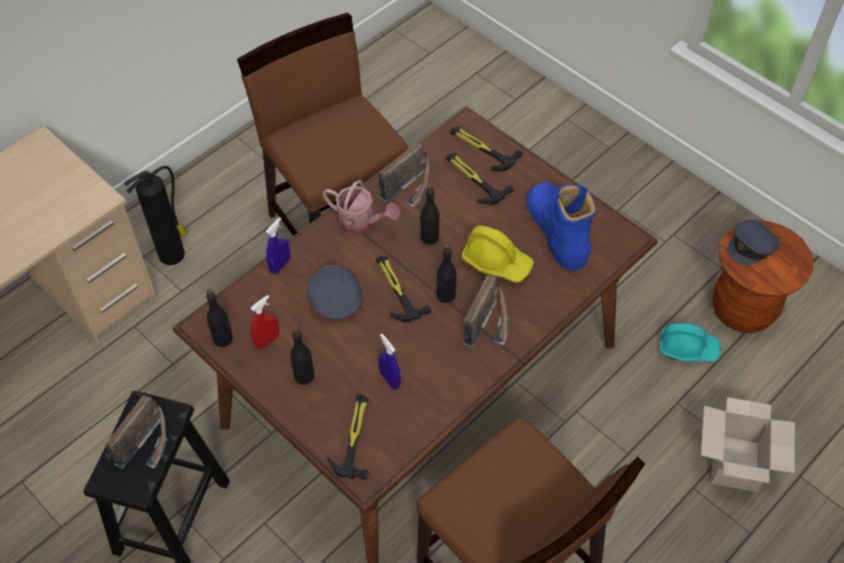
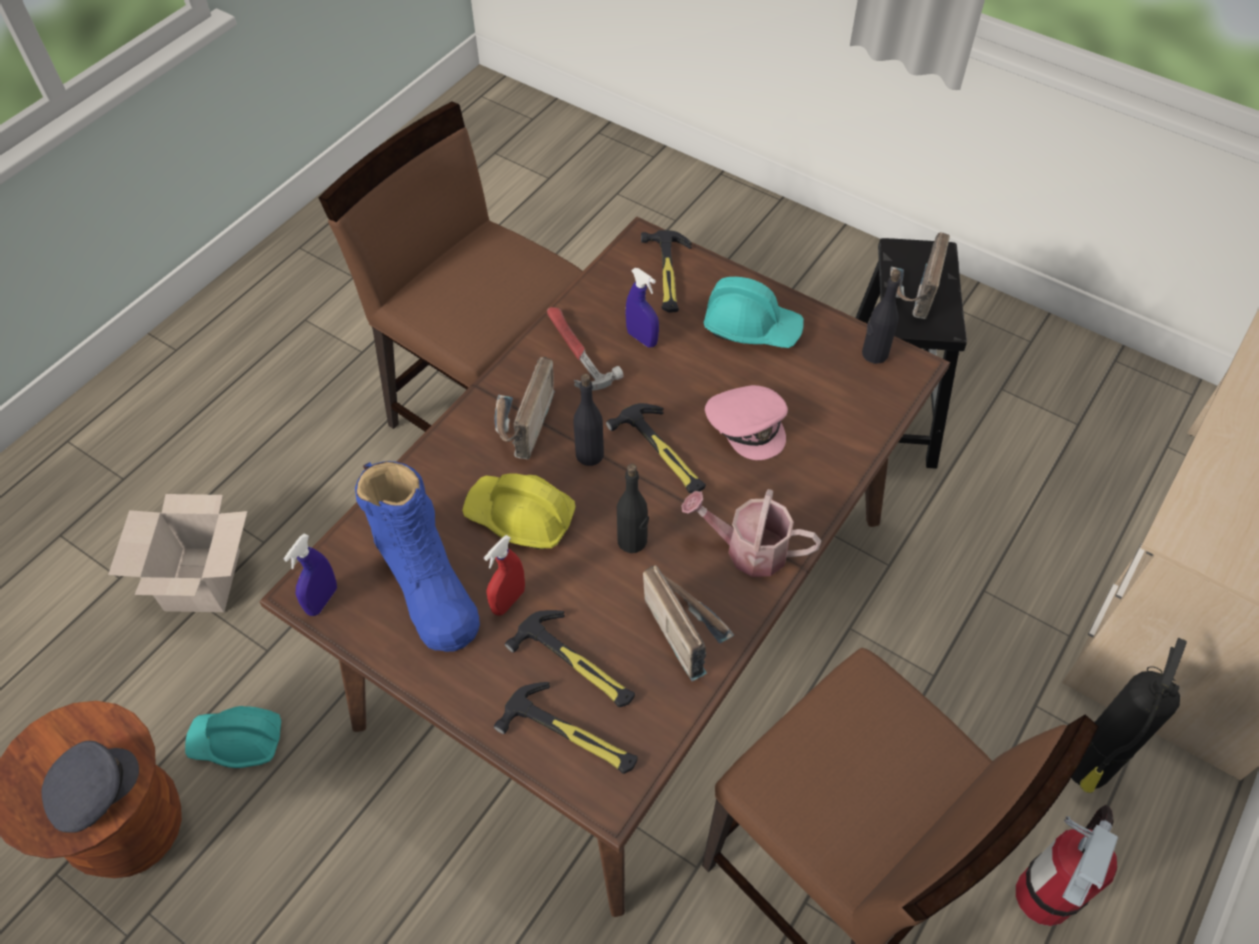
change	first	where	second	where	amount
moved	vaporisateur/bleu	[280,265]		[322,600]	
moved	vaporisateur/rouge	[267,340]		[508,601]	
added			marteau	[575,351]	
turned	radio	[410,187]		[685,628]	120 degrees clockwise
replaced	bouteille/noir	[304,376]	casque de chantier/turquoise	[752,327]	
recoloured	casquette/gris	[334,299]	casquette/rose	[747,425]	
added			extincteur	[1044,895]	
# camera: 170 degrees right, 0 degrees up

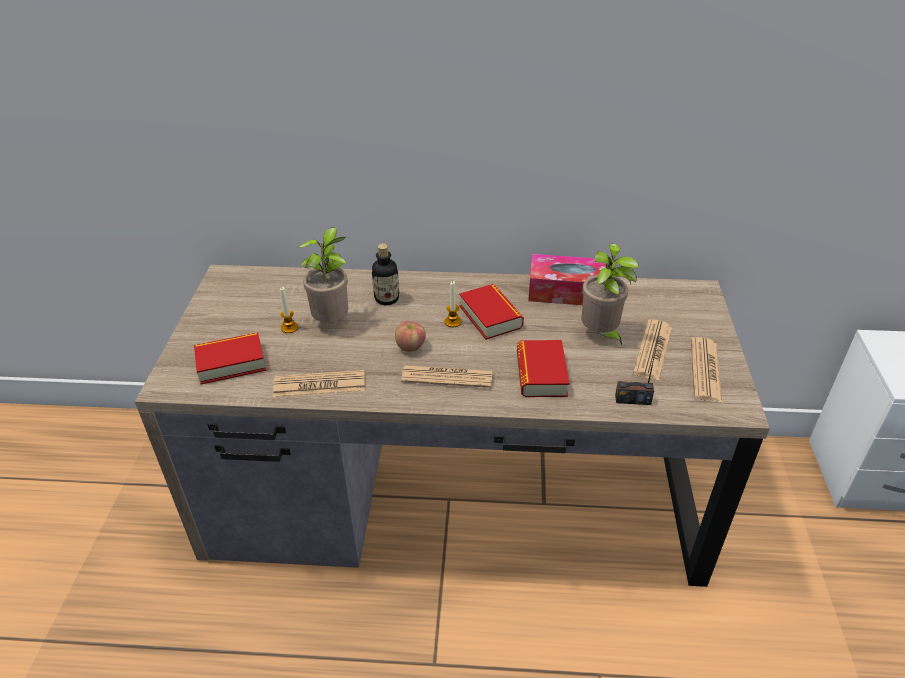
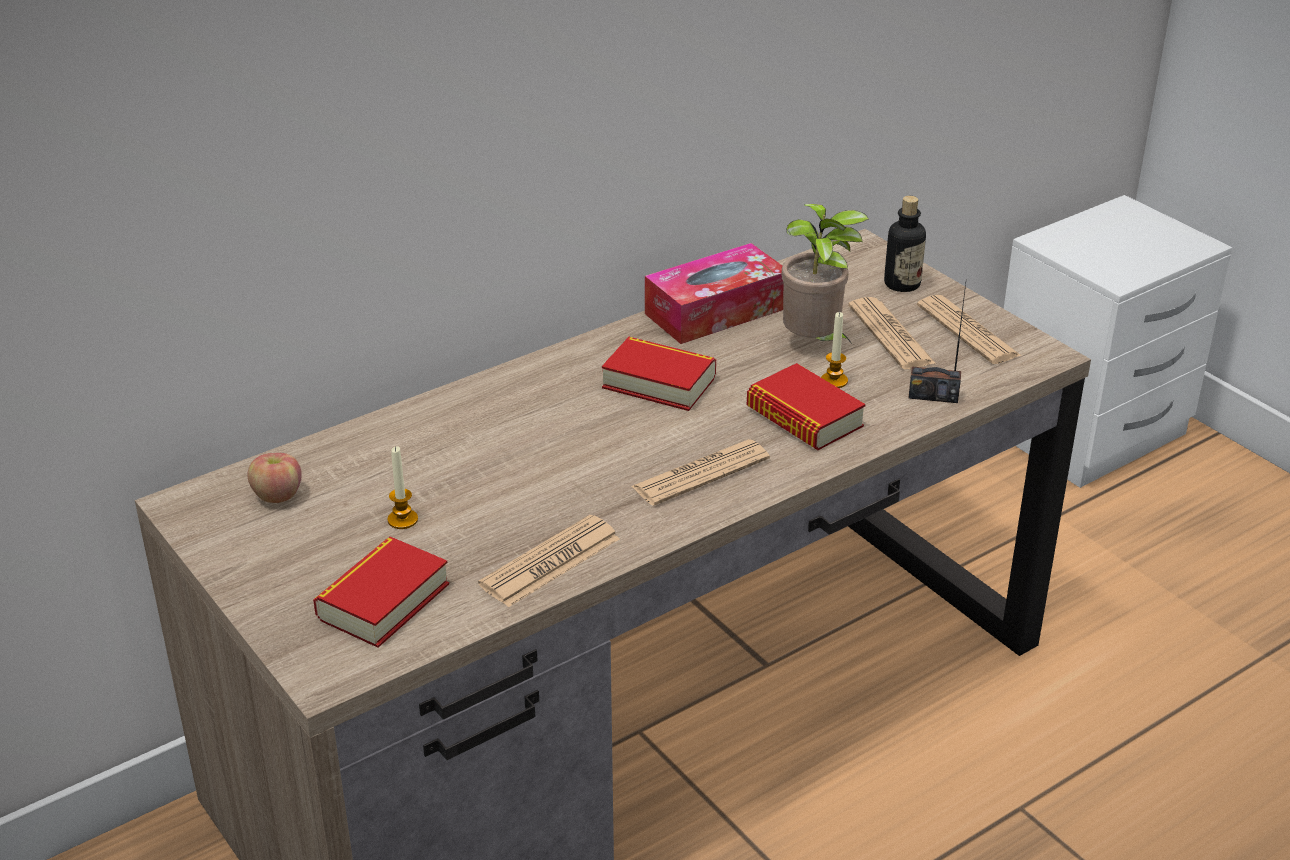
change	first	where	second	where	amount
moved	pomme	[410,346]		[277,496]	
moved	bougie	[453,322]		[834,381]	
moved	bouteille	[387,299]		[902,284]	
turned	radio	[632,399]		[933,396]	45 degrees clockwise
removed	plante en pot	[333,322]			
# camera: 40 degrees left, 5 degrees down

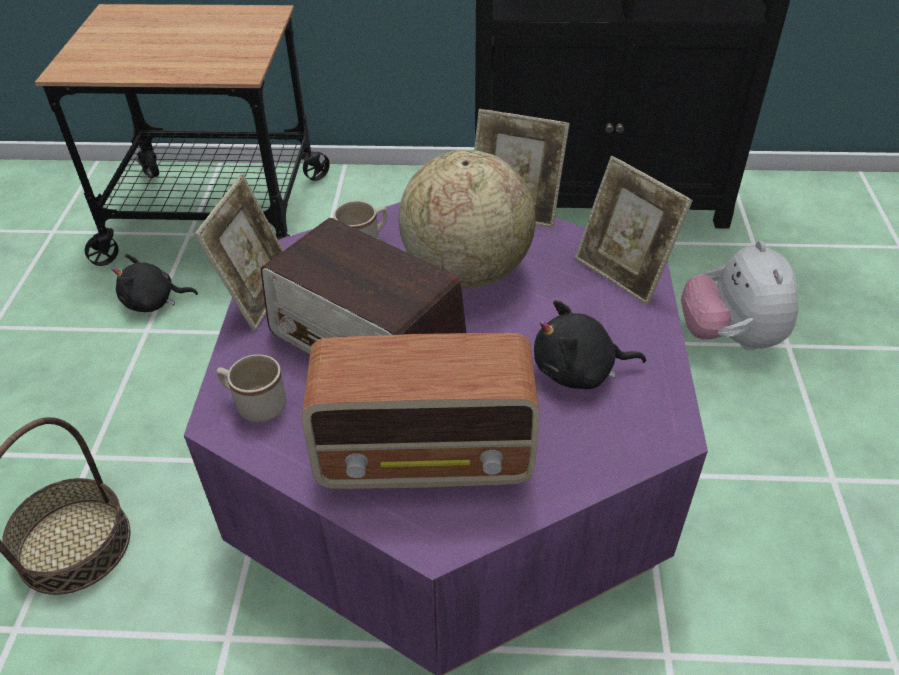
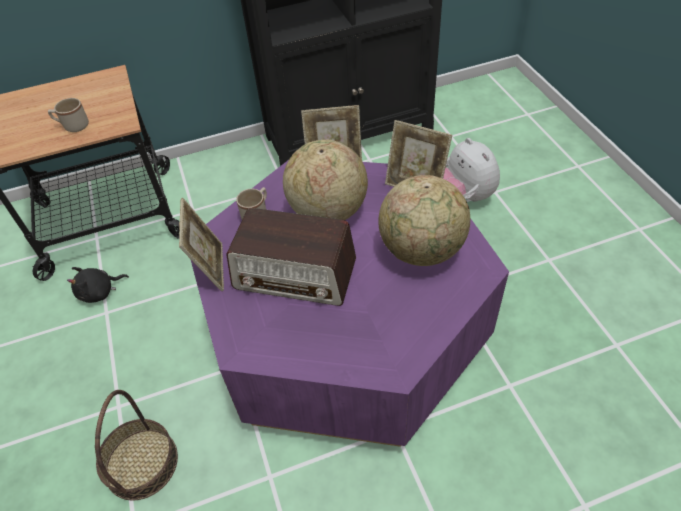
change	first	where	second	where	amount
moved	mug/beige	[255,404]		[73,126]	
replaced	peluche/noir	[579,371]	globe	[422,250]	
removed	radio	[427,458]			
# camera: 20 degrees left, 5 degrees up

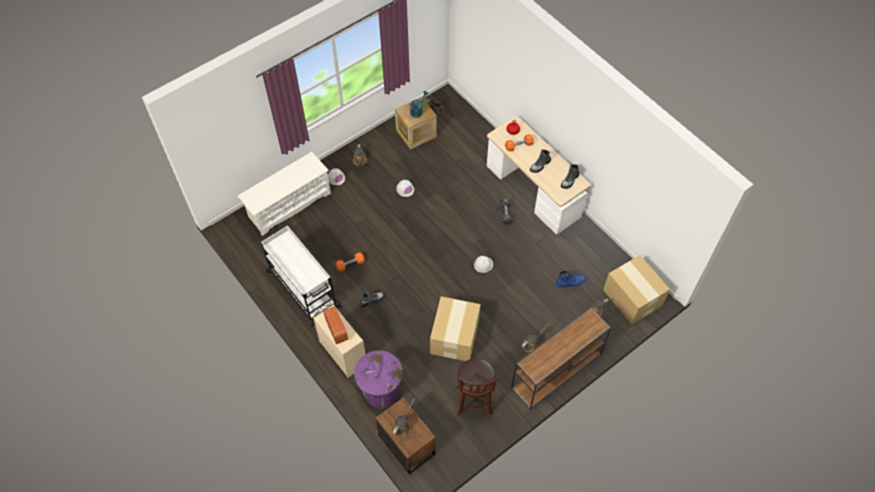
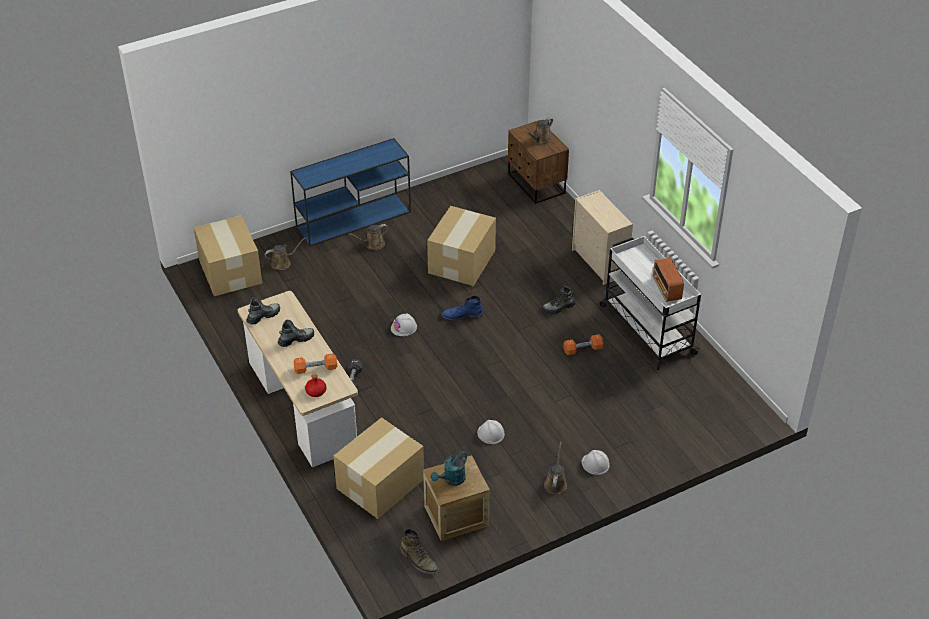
change	first	where	second	where	amount
recoloured	table console/marron	[556,371]	table console/bleu	[354,219]	
added			carton	[379,484]	
moved	botte/bleu	[571,282]		[462,315]	
moved	radio	[336,329]		[666,290]	
removed	étagère à chaussures/blanc	[289,205]			
removed	poubelle/violet	[381,392]			
removed	tabouret/marron	[474,403]			
# camera: 170 degrees left, 15 degrees down

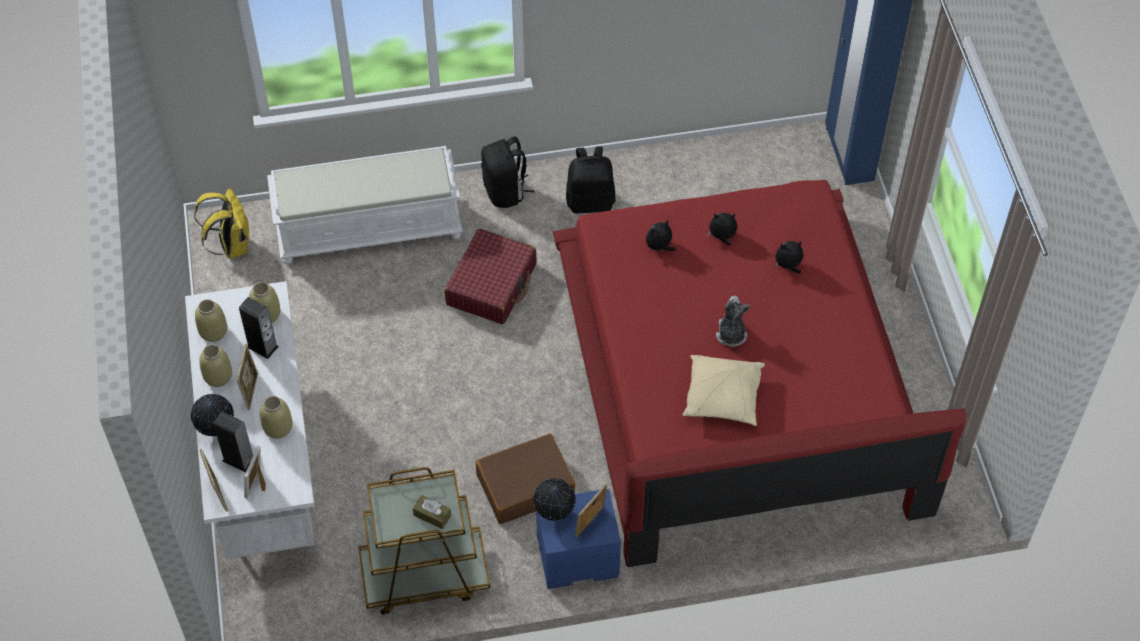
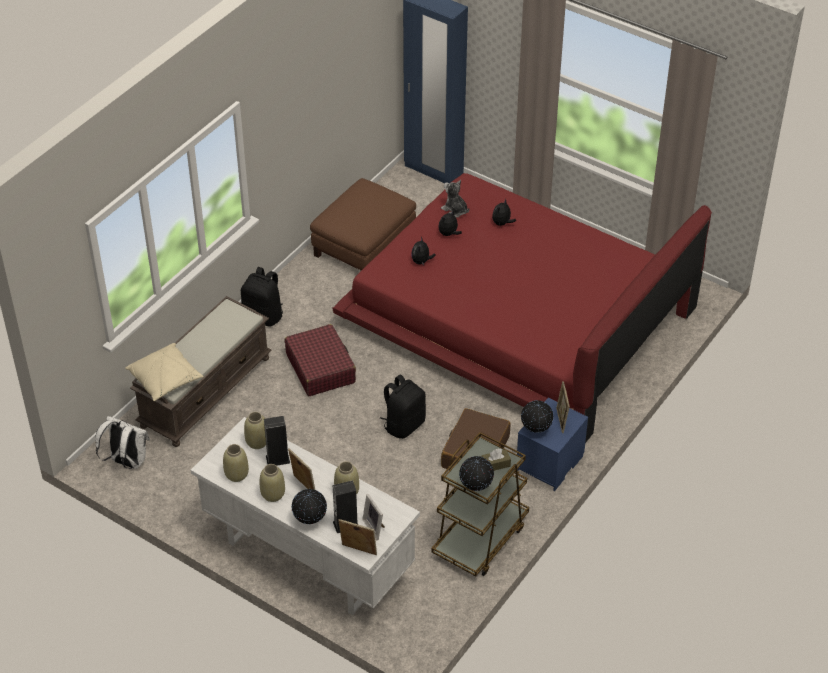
change	first	where	second	where	amount
recoloured	sac à dos/jaune	[231,245]	sac à dos/blanc	[126,462]	
moved	coussin/beige	[723,397]		[165,379]	
recoloured	banc/blanc	[370,228]	banc/marron	[205,391]	
added			pouf/marron	[364,245]	
moved	sac à dos/noir	[590,201]		[404,424]	
moved	peluche	[731,334]		[455,210]	
added			globe	[476,488]	
# camera: 45 degrees left, 10 degrees down

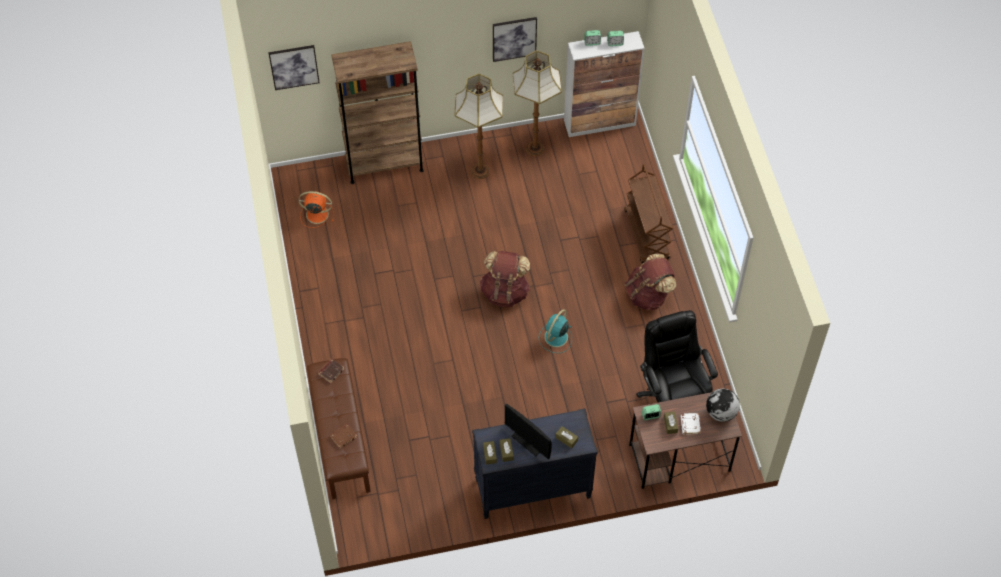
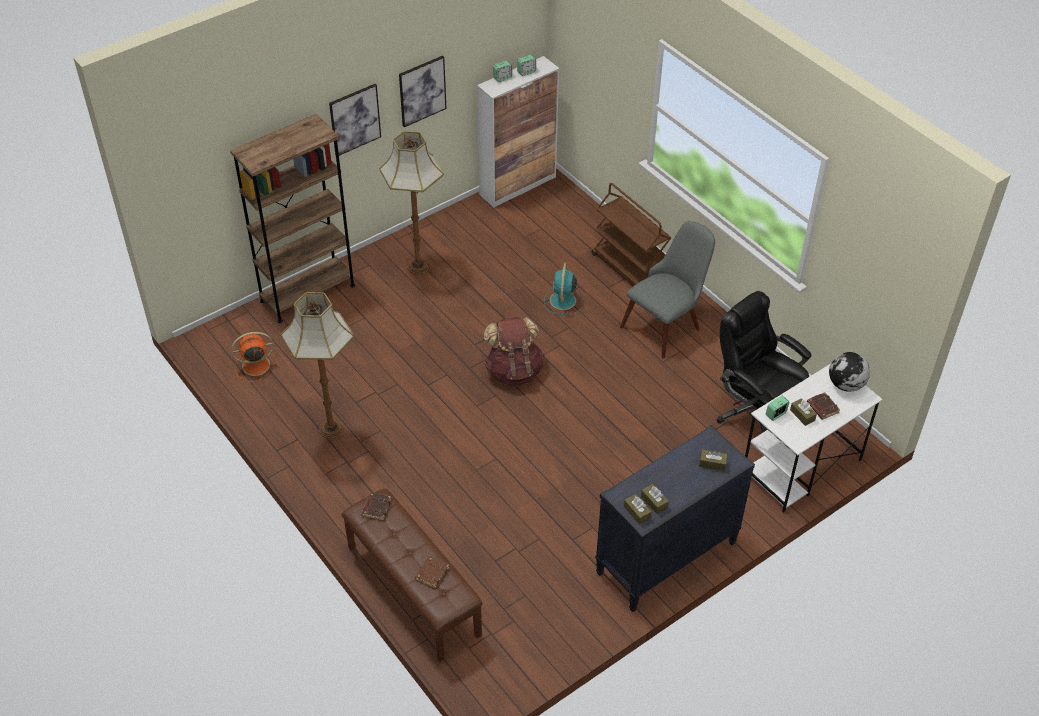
change	first	where	second	where	amount
moved	lampadaire	[535,149]		[332,429]	
moved	tableau	[294,66]		[355,119]	
moved	ventilateur/turquoise	[555,338]		[562,301]	
replaced	sac à dos/marron	[648,295]	chaise/gris	[667,323]	
recoloured	bureau/marron	[678,458]	bureau/blanc	[800,467]	
recoloured	livre/blanc	[689,424]	livre/marron	[822,408]	
removed	écran d'ordinateur	[528,441]			
# camera: 25 degrees left, 10 degrees down

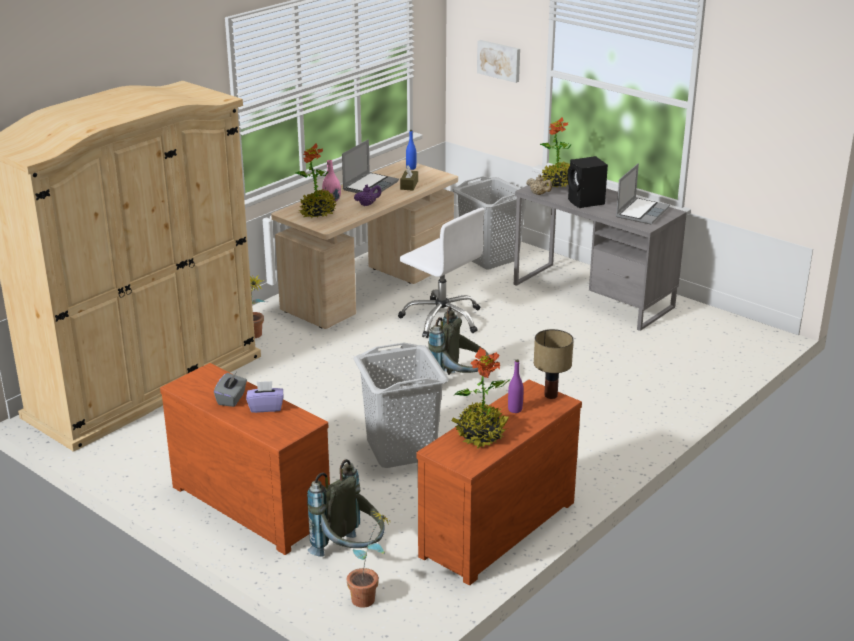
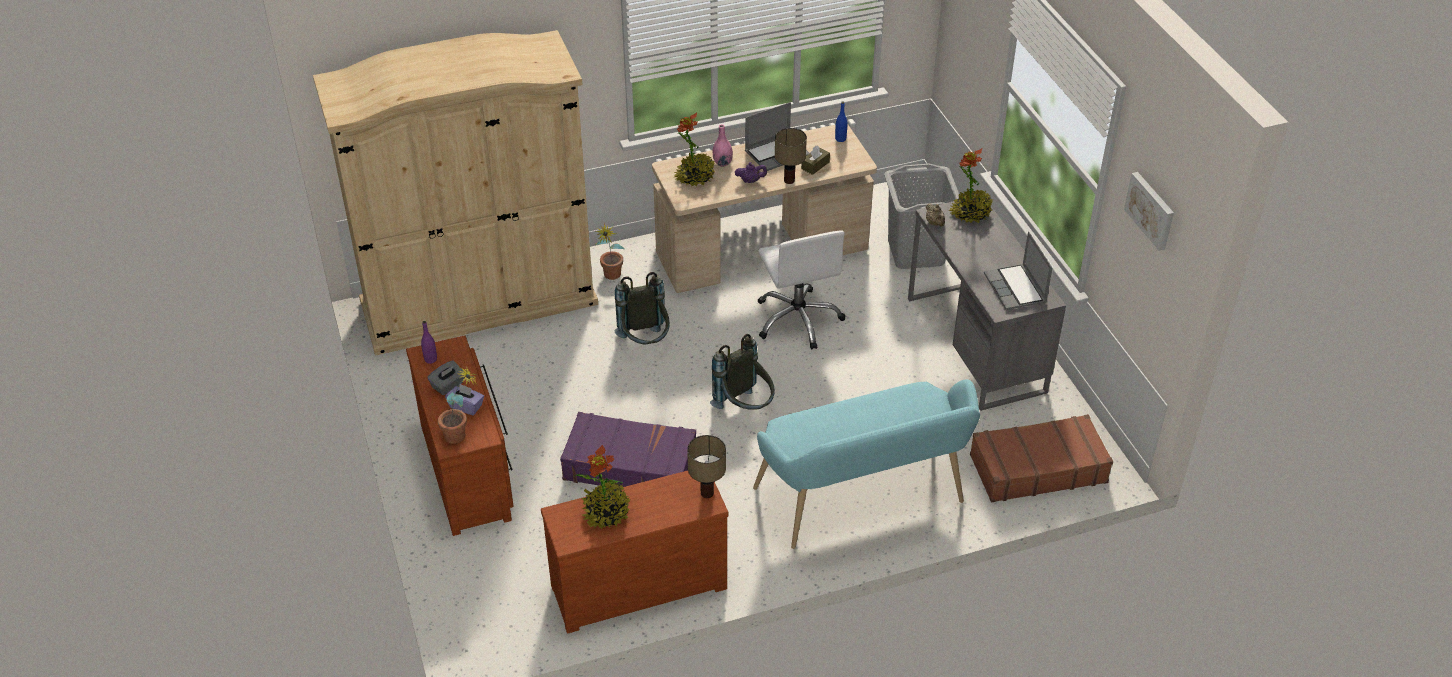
change	first	where	second	where	amount
moved	bouteille/violet	[515,409]		[430,359]	
moved	plante en pot	[369,596]		[462,435]	
replaced	panier à linge/gris	[401,450]	valise/violet	[630,465]	
moved	sac à dos/gris	[350,553]		[645,343]	
added			banc/turquoise	[864,501]	
added			lampe de table	[790,180]	
added			valise/marron	[1037,468]	
turned	ordinateur portable	[641,212]		[1016,289]	105 degrees clockwise
moved	tableau	[499,60]		[1151,210]	
removed	enceinte/noir	[586,202]			
# camera: 30 degrees right, 15 degrees up

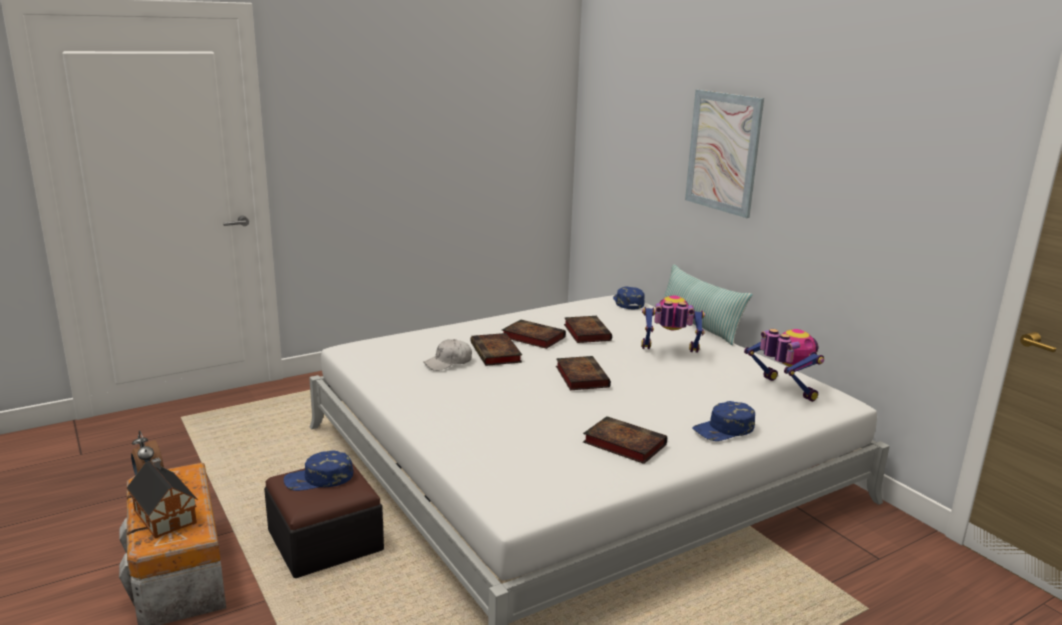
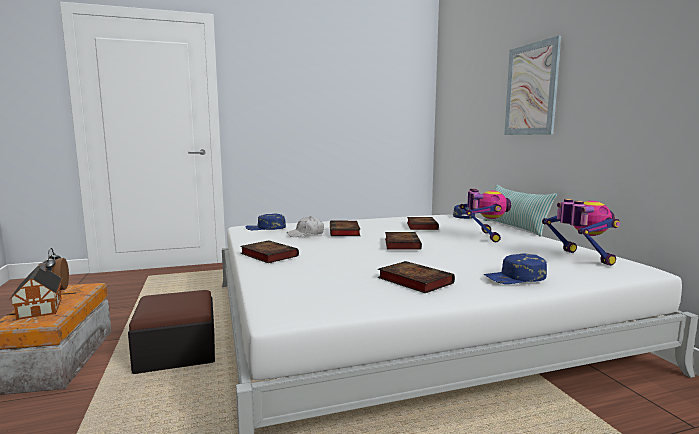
change	first	where	second	where	amount
moved	livre	[531,337]		[267,255]	
moved	casquette/bleu	[319,479]		[265,228]	
turned	robot jouet	[669,353]		[483,236]	75 degrees clockwise
# camera: 15 degrees right, 10 degrees down

